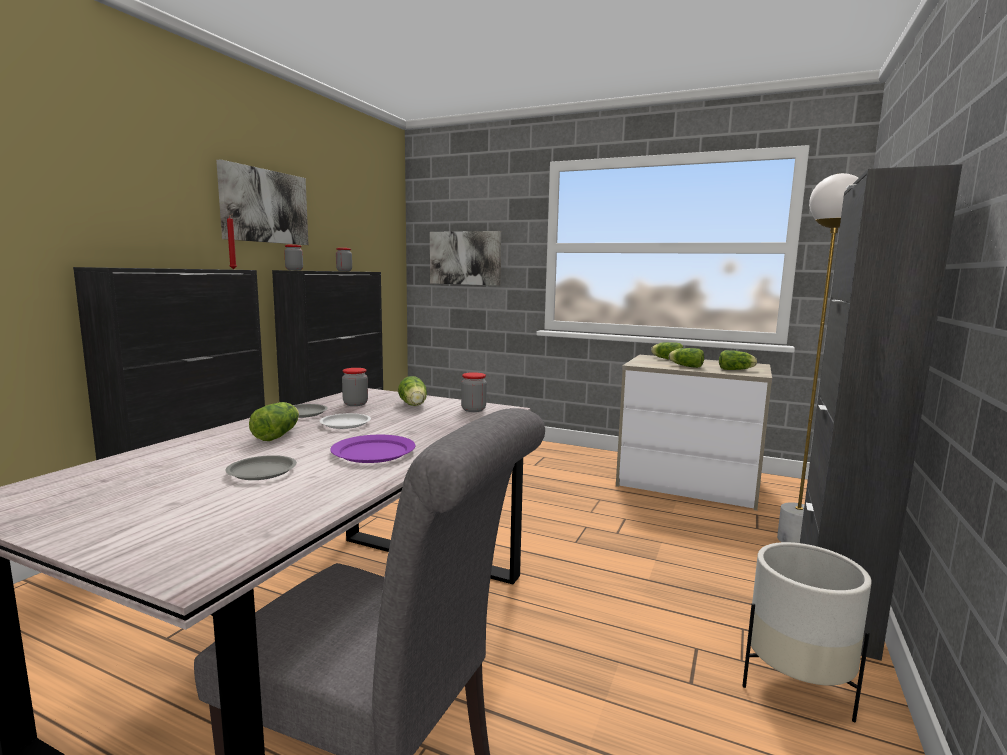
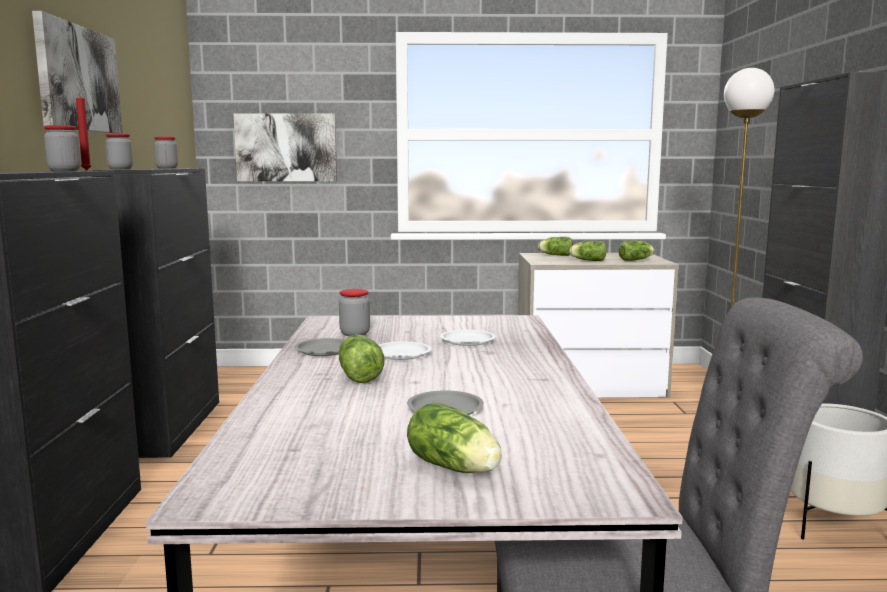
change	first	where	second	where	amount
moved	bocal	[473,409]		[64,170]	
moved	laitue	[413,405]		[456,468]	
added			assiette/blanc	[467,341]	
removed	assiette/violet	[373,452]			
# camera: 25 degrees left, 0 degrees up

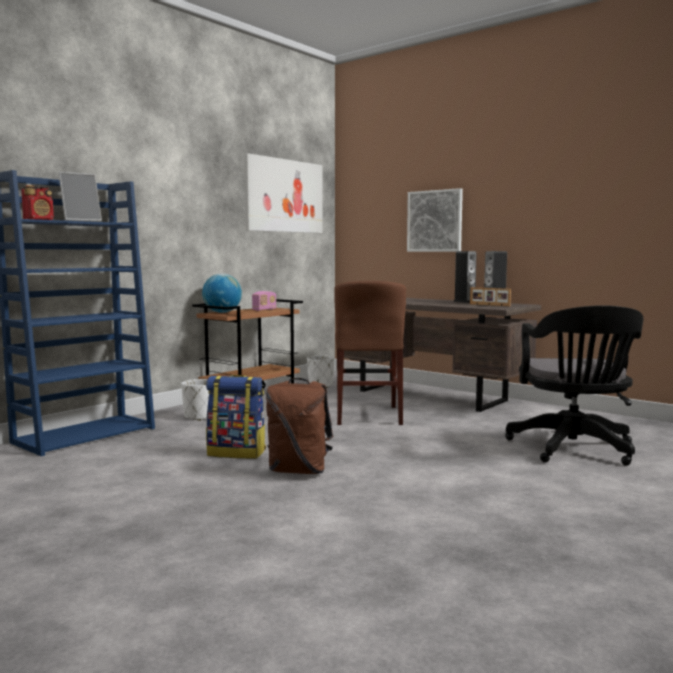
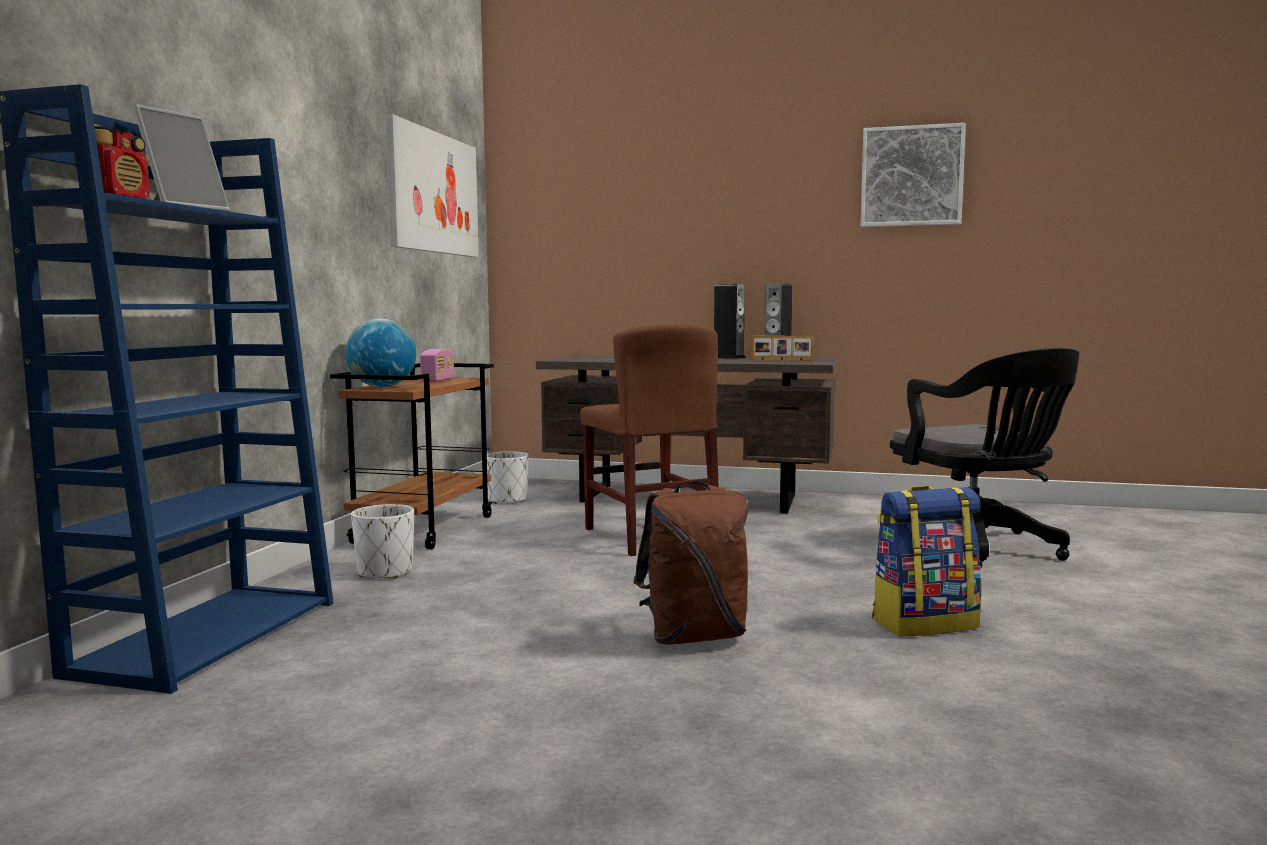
change	first	where	second	where	amount
moved	tableau	[435,221]		[911,176]	
moved	sac à dos	[237,453]		[924,623]	
# camera: 25 degrees left, 0 degrees up

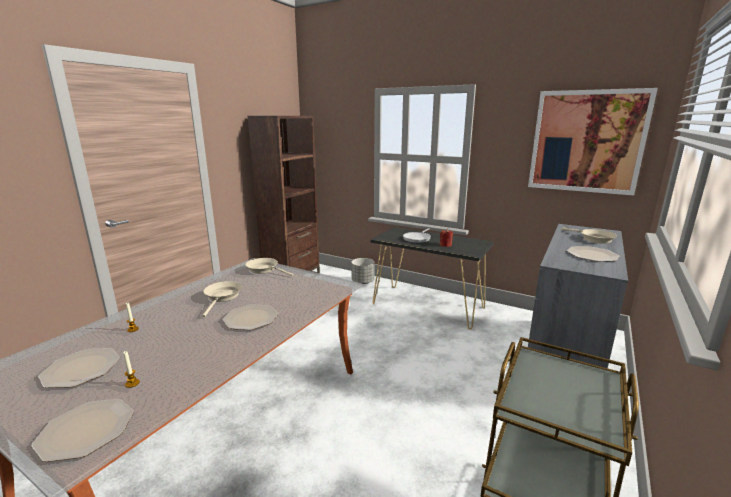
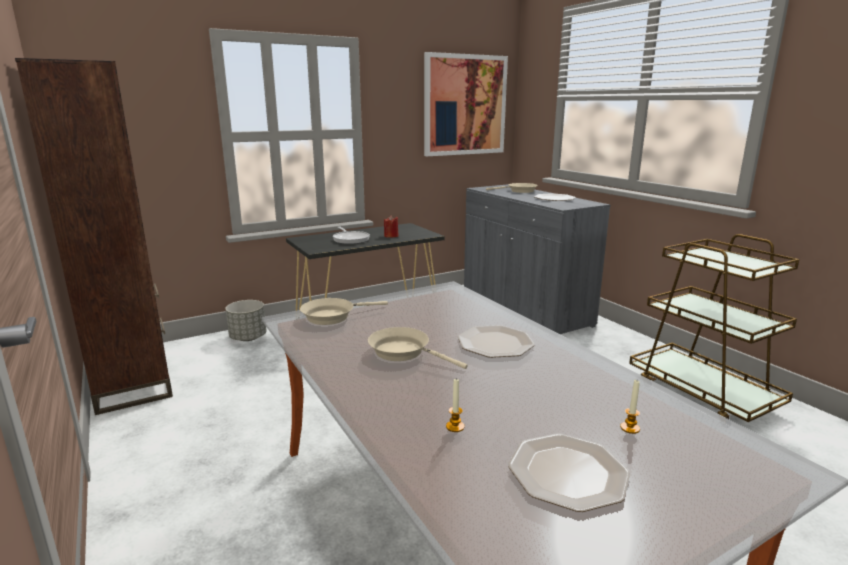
change	first	where	second	where	amount
removed	assiette	[85,430]			
# camera: 60 degrees left, 0 degrees up

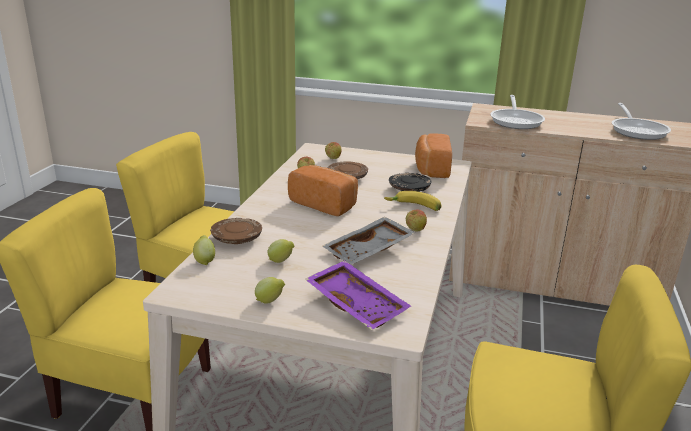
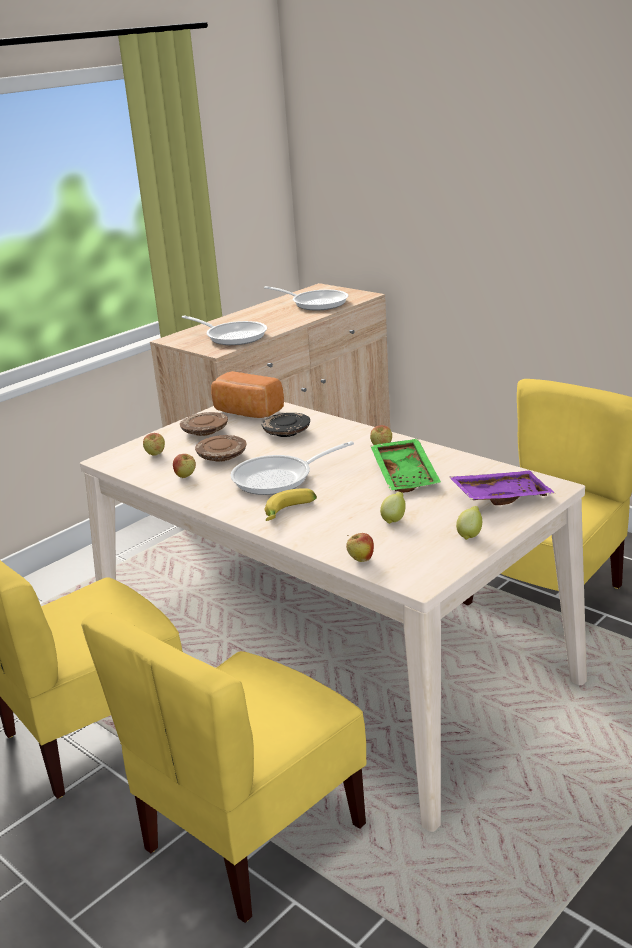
change	first	where	second	where	amount
moved	assiette/marron	[236,239]		[205,431]	
replaced	pain	[325,204]	poêle	[279,478]	
moved	banane	[414,208]		[290,513]	
replaced	citron	[205,260]	pomme	[360,560]	
recoloured	plateau/gris	[369,251]	plateau/vert	[406,475]	
# camera: 60 degrees left, 0 degrees up

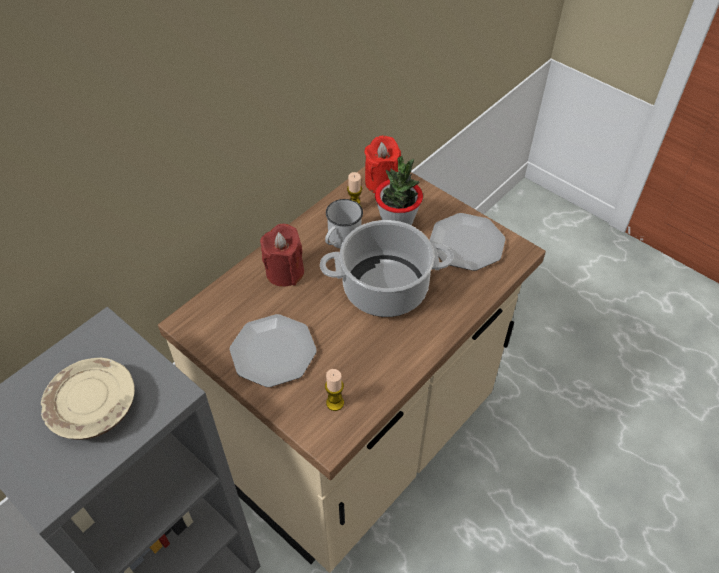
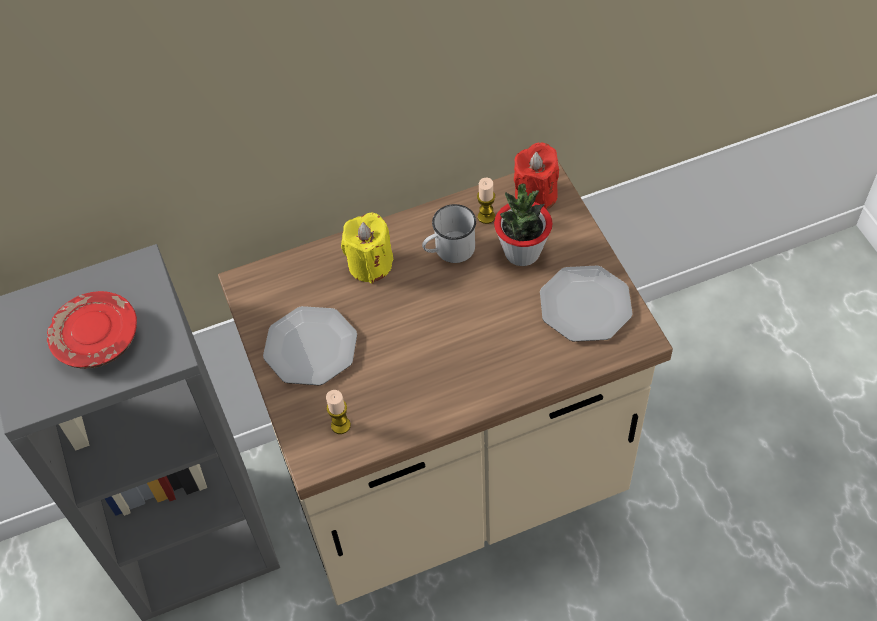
change	first	where	second	where	amount
recoloured	assiette/beige	[93,407]	assiette/rouge	[97,340]	
recoloured	bougie/rouge	[285,272]	bougie/jaune	[370,264]	
removed	marmite	[386,287]			
# camera: 30 degrees right, 5 degrees up

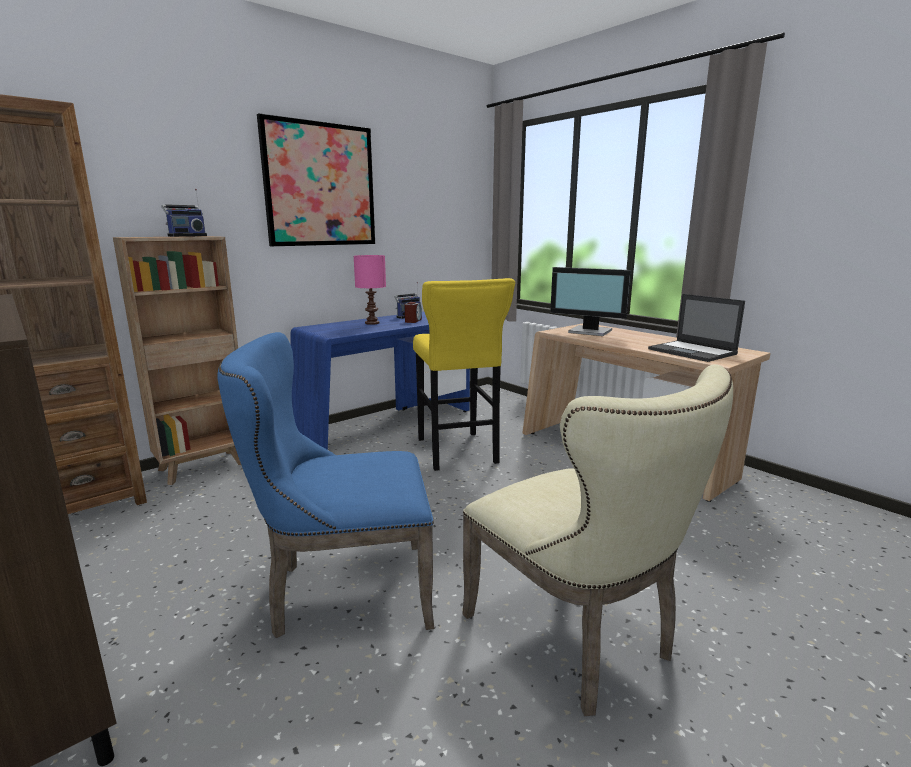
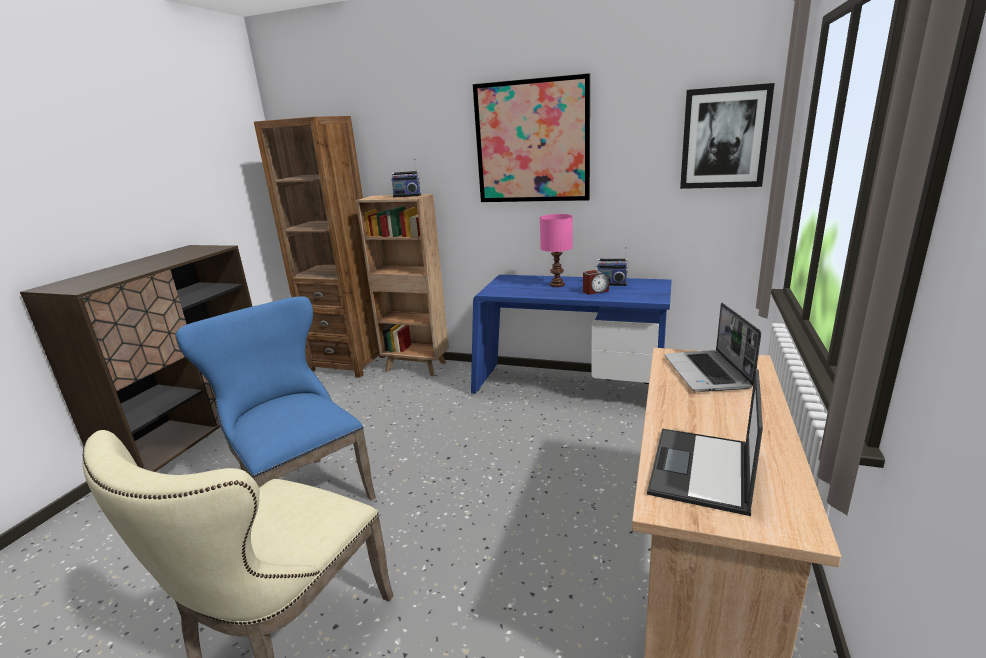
change	first	where	second	where	amount
replaced	écran d'ordinateur	[590,332]	ordinateur portable	[708,373]	
added			tableau	[724,138]	
removed	tabouret/jaune	[457,453]			
# camera: 60 degrees right, 5 degrees up

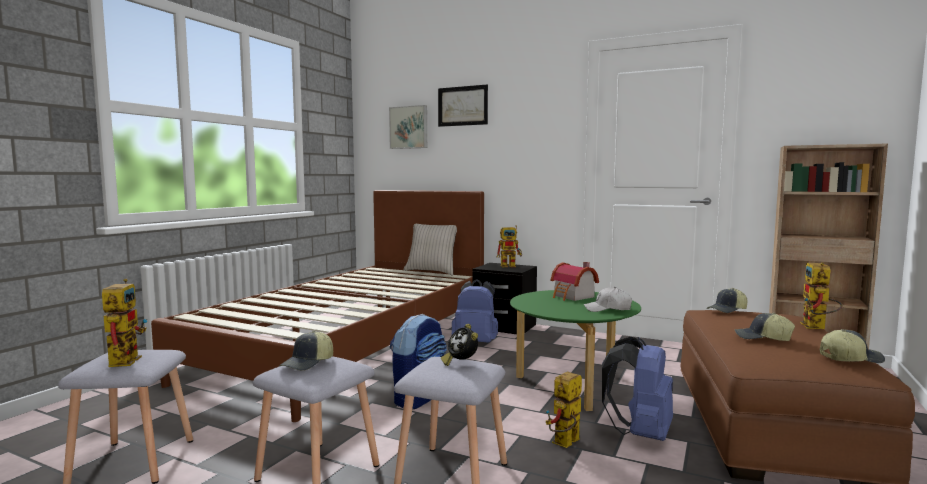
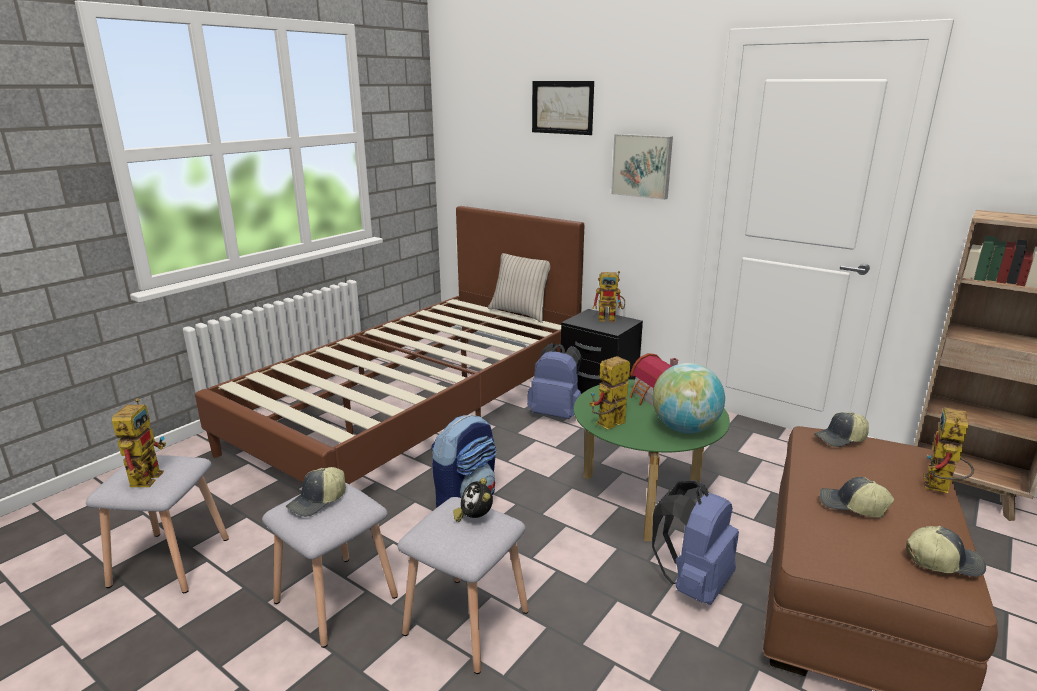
change	first	where	second	where	amount
moved	robot jouet	[565,444]		[608,426]	
moved	tableau	[409,127]		[642,165]	
replaced	casquette/blanc	[608,309]	globe	[685,428]	
# camera: 10 degrees right, 15 degrees up

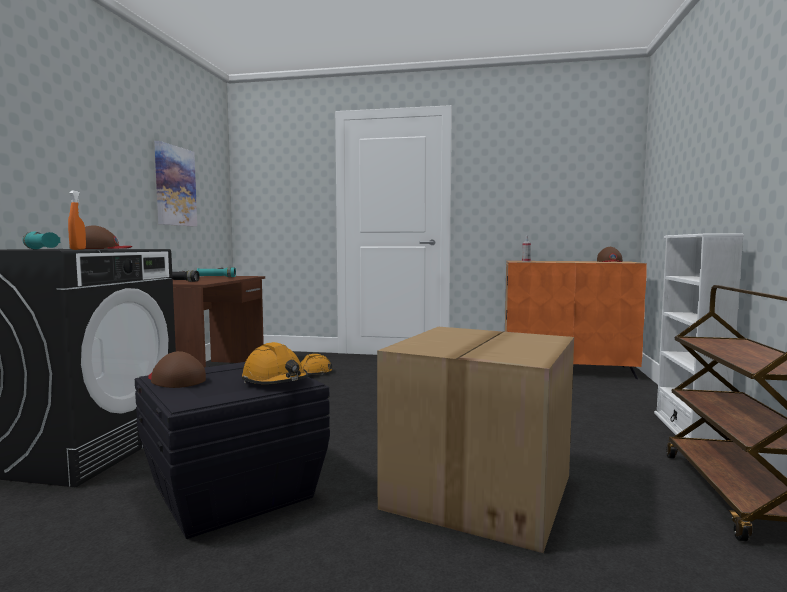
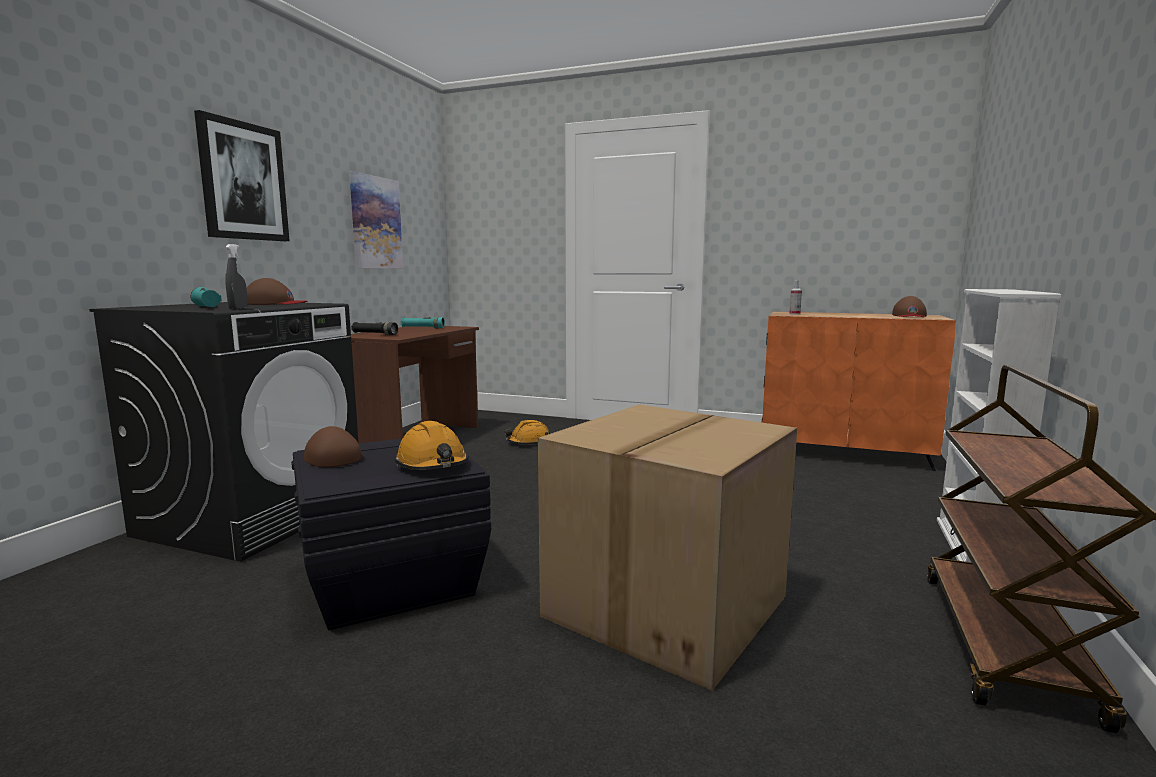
change	first	where	second	where	amount
added			tableau	[243,181]	
recoloured	vaporisateur/orange	[78,249]	vaporisateur/gris	[238,309]	
# camera: 10 degrees right, 5 degrees up

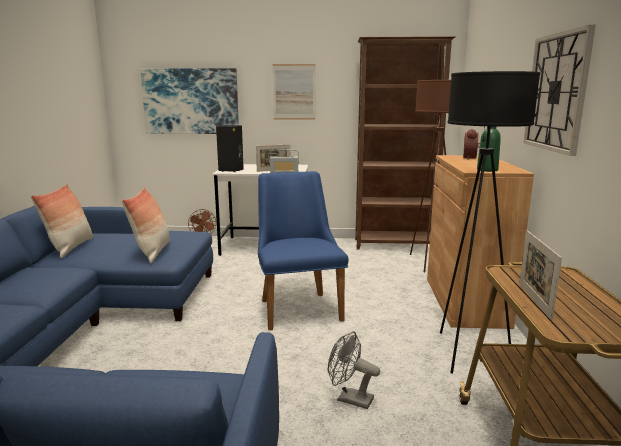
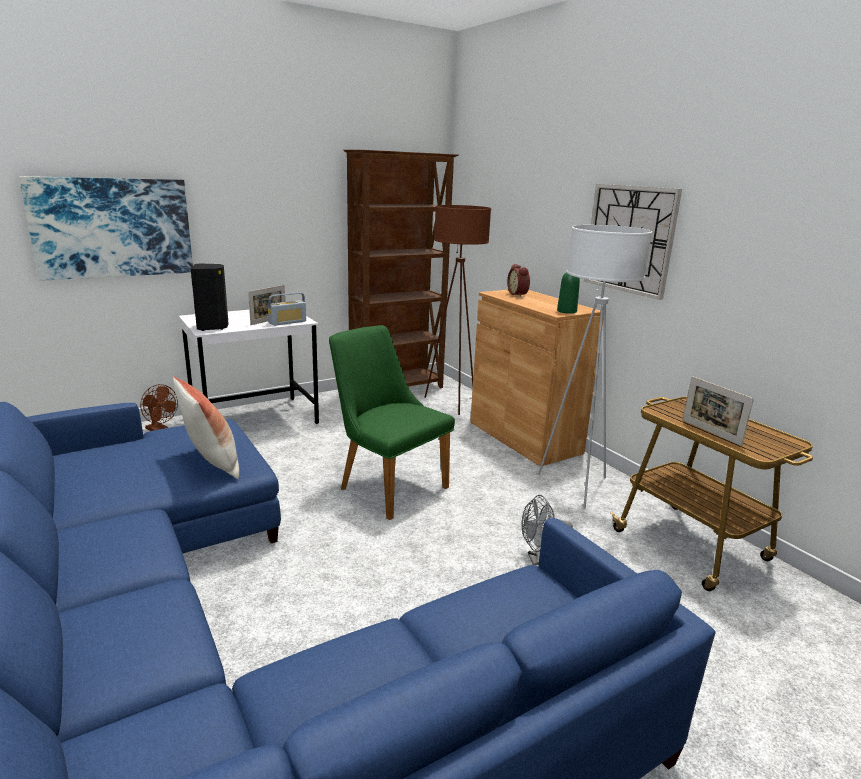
change	first	where	second	where	amount
recoloured	chaise/bleu	[297,306]	chaise/vert	[386,485]	
recoloured	lampadaire/noir	[466,353]	lampadaire/blanc	[575,486]	
removed	coussin	[70,247]			
removed	tableau	[294,92]			
# camera: 35 degrees left, 5 degrees up

